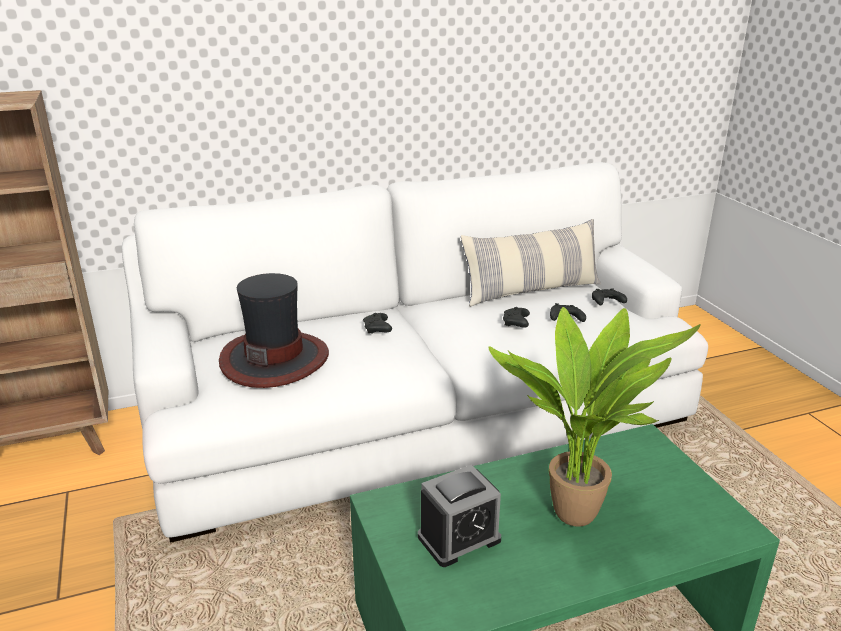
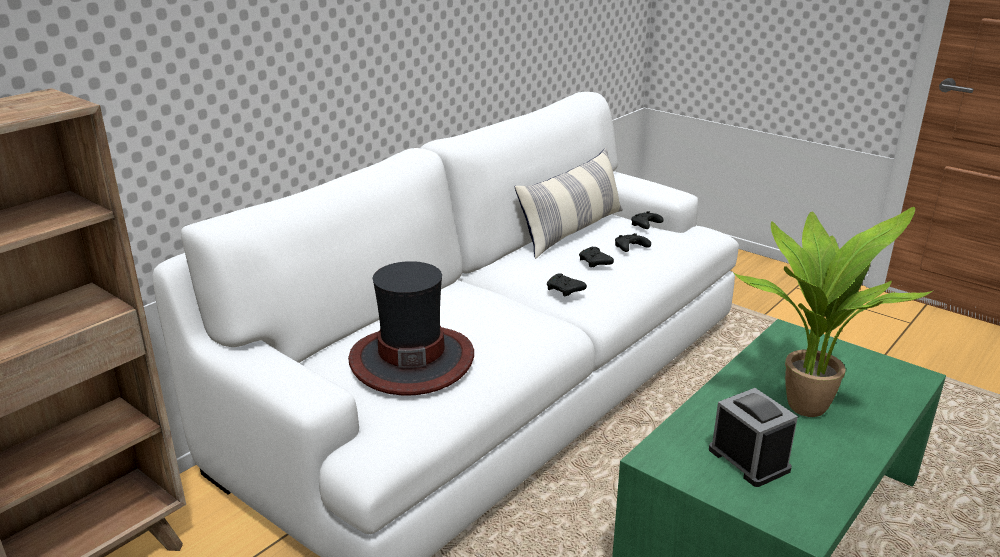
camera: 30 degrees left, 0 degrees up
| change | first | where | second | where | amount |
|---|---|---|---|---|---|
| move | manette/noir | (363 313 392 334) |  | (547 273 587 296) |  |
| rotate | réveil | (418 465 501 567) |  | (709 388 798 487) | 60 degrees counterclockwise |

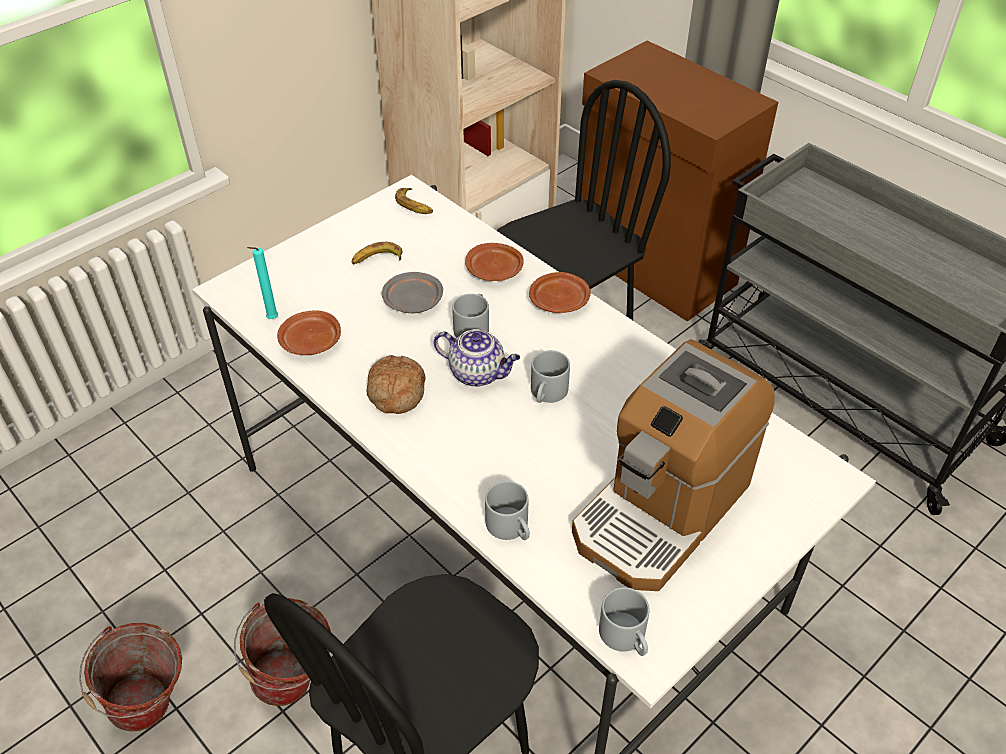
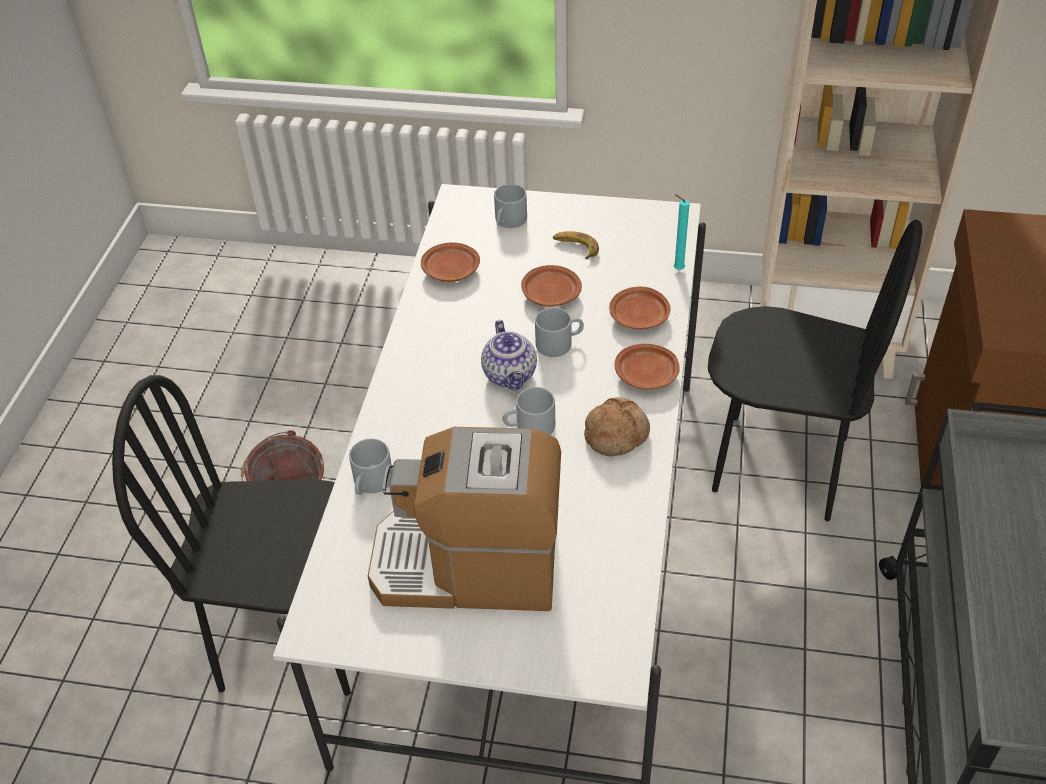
camera: 55 degrees right, 0 degrees up
| change | first | where | second | where | amount |
|---|---|---|---|---|---|
| move | mug/gris | (599 587 650 656) |  | (494 184 527 228) |  |
| recolor | assiette/gris | (382 272 443 313) | assiette/marron | (521 265 582 306) |  |
| move | pain | (367 355 425 414) |  | (584 397 650 456) |  |
| move | bougie/turquoise | (247 247 278 319) |  | (674 194 689 270) |  |
| delete | seau | (79 623 182 731) |  |  |  |
| delete | banane | (395 188 433 214) |  |  |  |

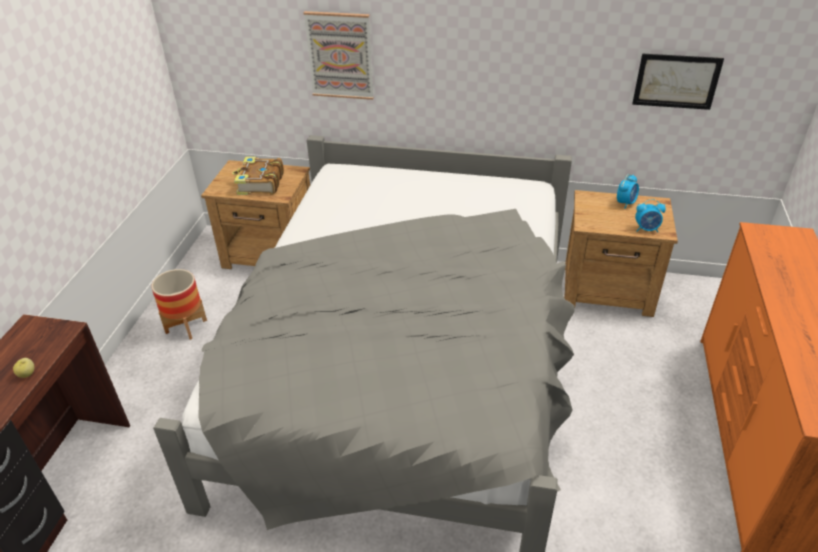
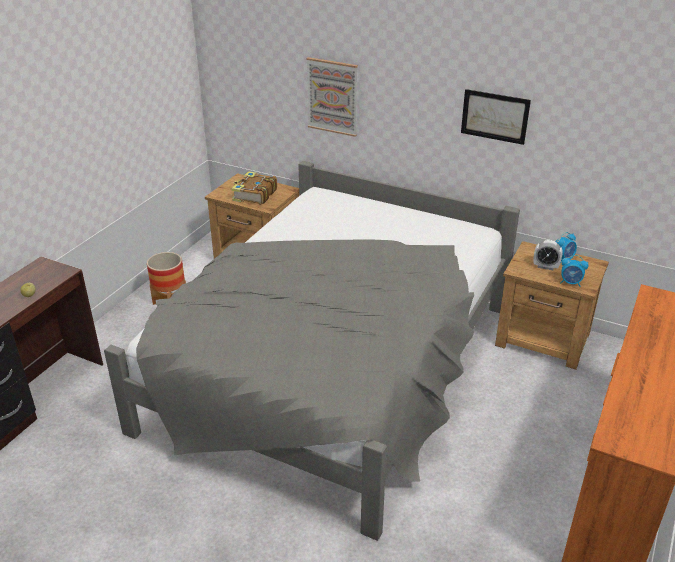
camera: 15 degrees right, 5 degrees down
| change | first | where | second | where | amount |
|---|---|---|---|---|---|
| move | tableau | (632 54 724 110) |  | (461 89 531 145) |  |
| insert |  |  | réveil | (534 240 563 270) |  |

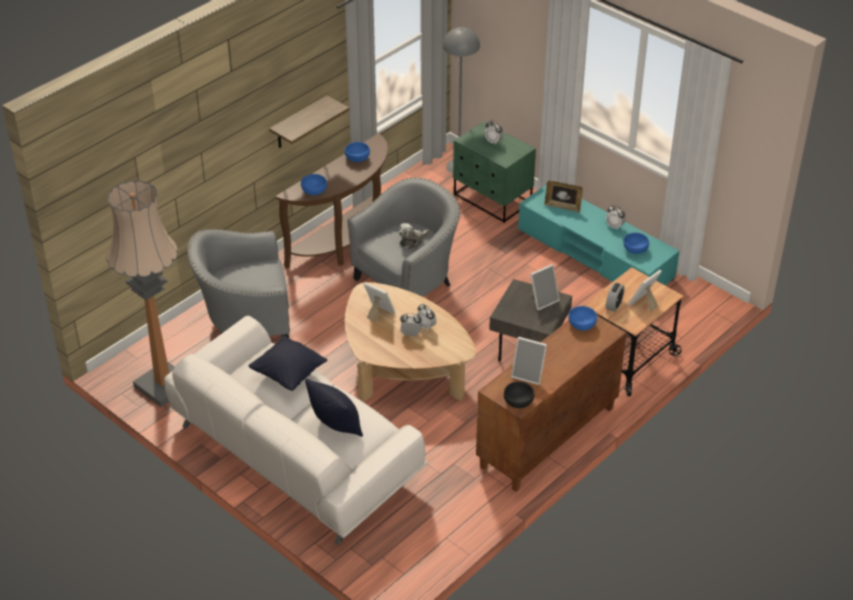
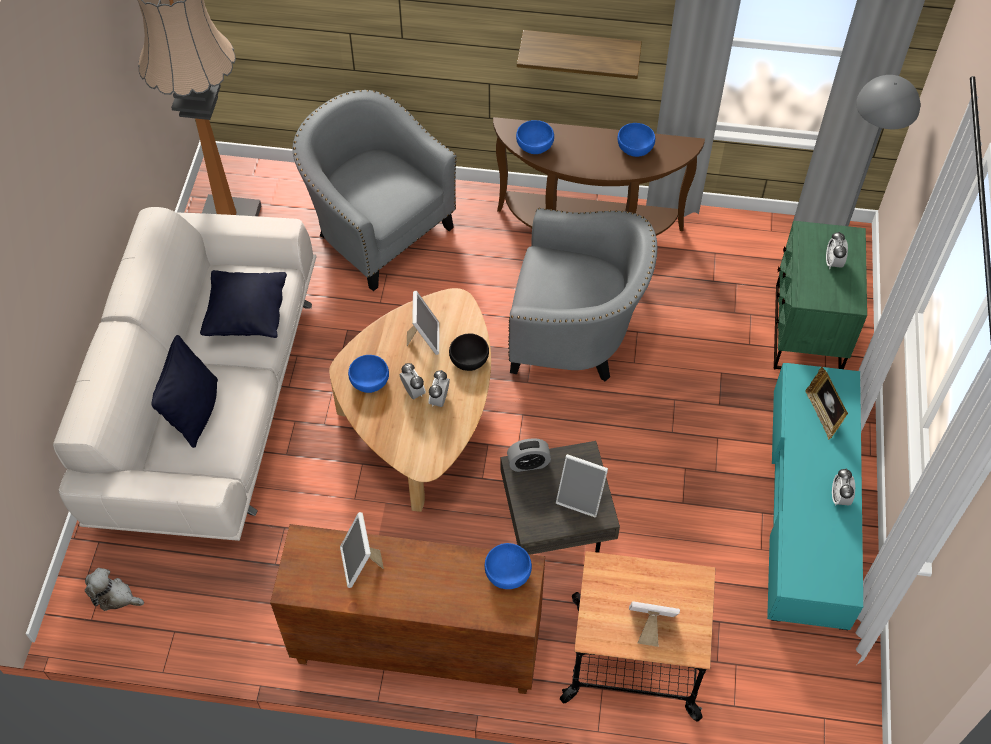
camera: 55 degrees right, 15 degrees up
| change | first | where | second | where | amount |
|---|---|---|---|---|---|
| move | peluche | (399 223 430 249) |  | (85 568 144 611) |  |
| move | bol/bleu | (623 233 649 254) |  | (348 355 389 393) |  |
| move | bol/noir | (504 382 534 408) |  | (449 333 489 371) |  |
| move | réveil | (606 283 625 312) |  | (507 438 551 472) |  |

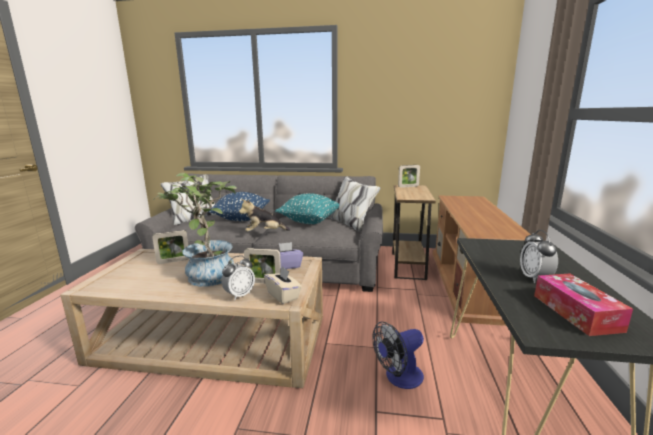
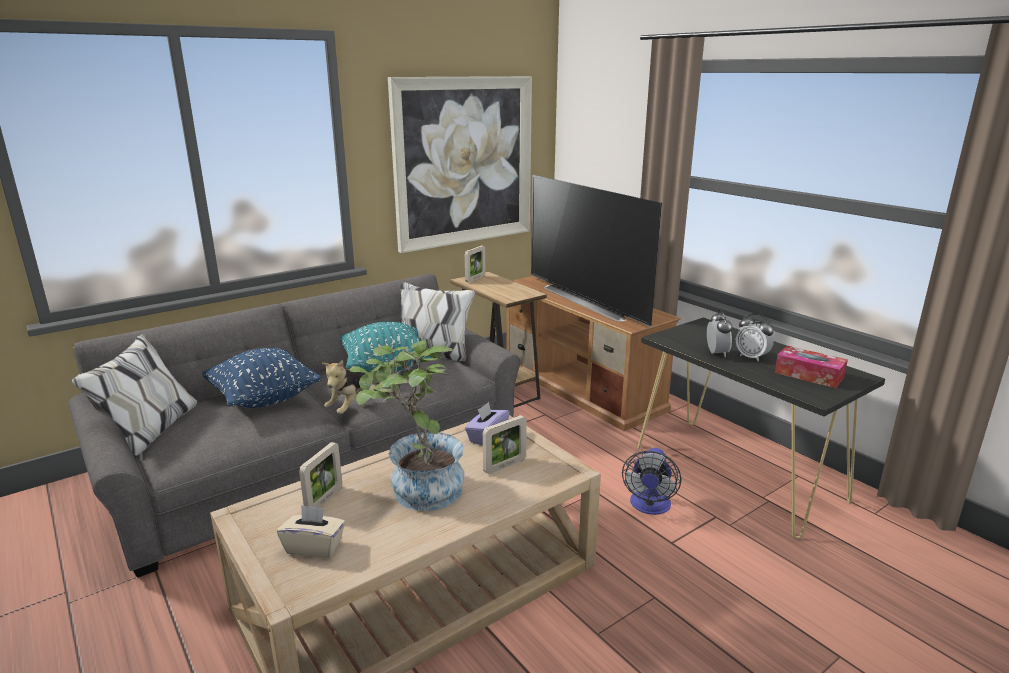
camera: 45 degrees left, 5 degrees up
| change | first | where | second | where | amount |
|---|---|---|---|---|---|
| move | boîte à mouchoirs/beige | (264 266 302 304) |  | (277 505 345 558) |  |
| insert |  |  | tableau | (388 76 532 253) |  |
| insert |  |  | téléviseur | (531 175 662 327) |  |
| move | réveil | (221 255 255 300) |  | (707 310 732 357) |  |

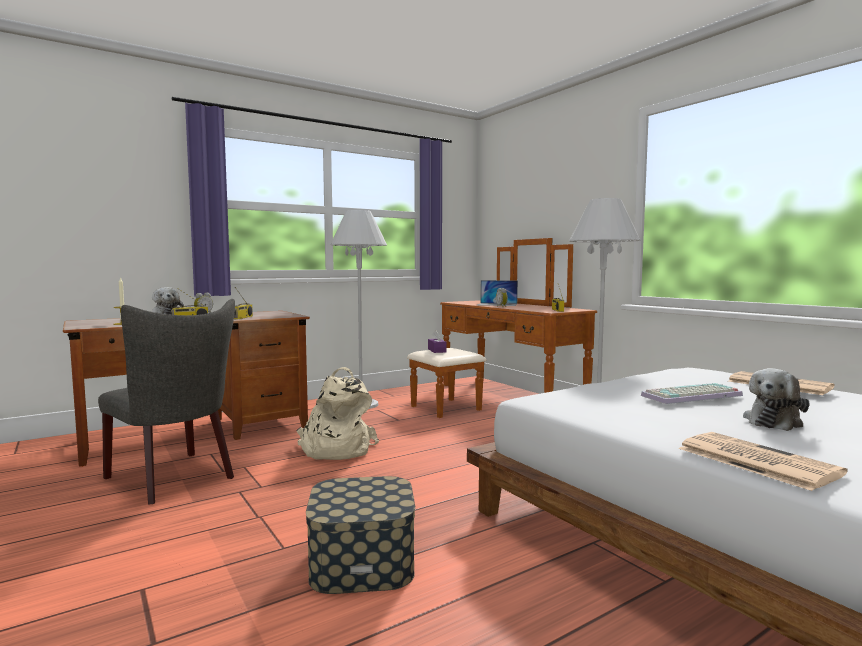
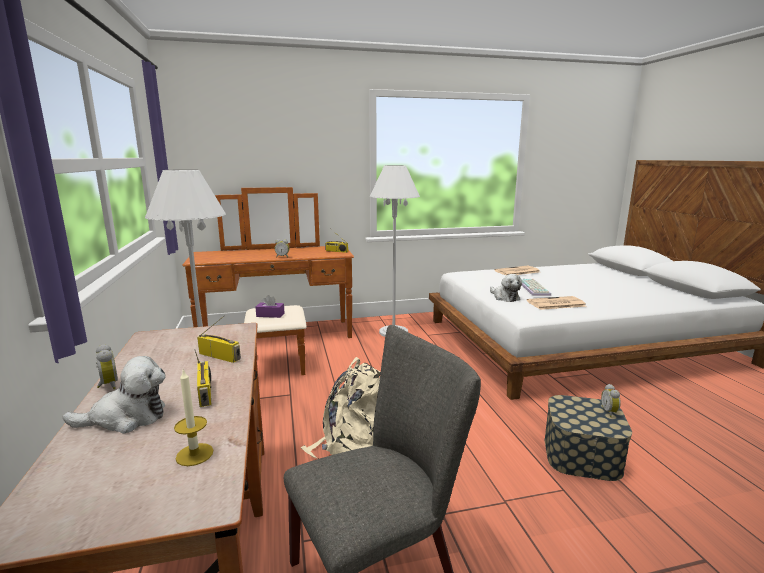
camera: 70 degrees left, 10 degrees up
| change | first | where | second | where | amount |
|---|---|---|---|---|---|
| move | peluche | (743 368 810 431) |  | (490 274 522 302) |  |
| move | journal | (678 432 847 491) |  | (527 296 586 310) |  |
| insert |  |  | réveil | (601 384 621 417) |  |
| delete | ordinateur portable | (477 280 518 306) |  |  |  |

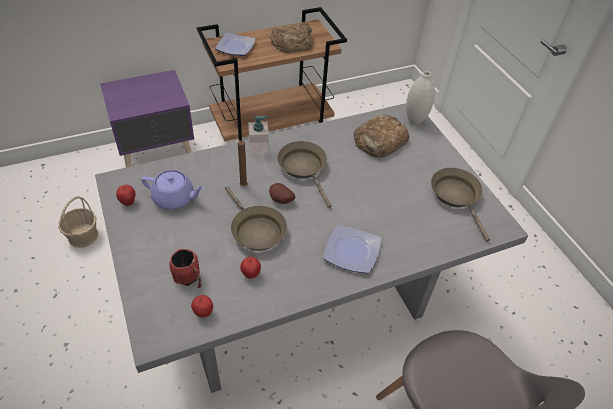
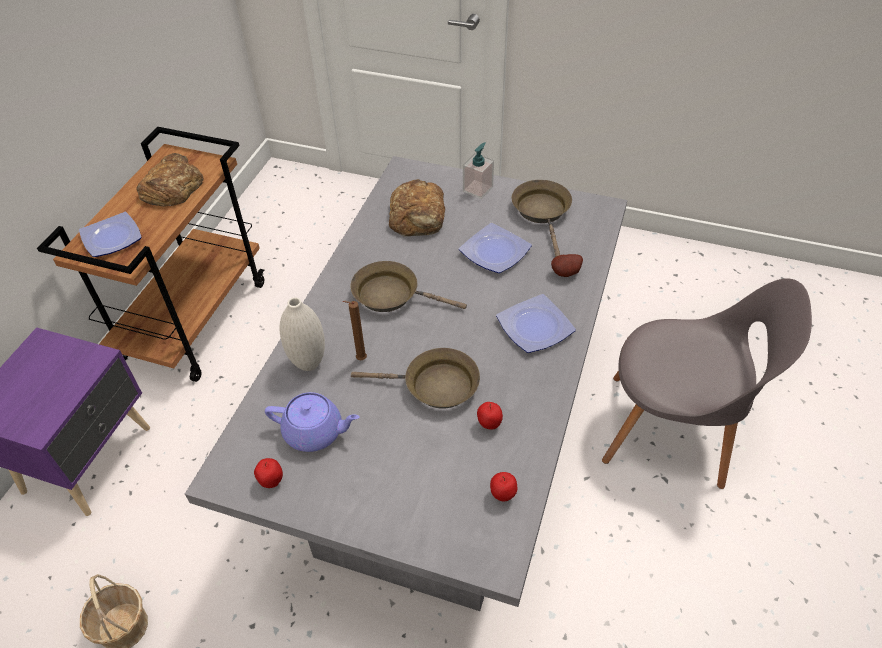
camera: 45 degrees left, 0 degrees up
| change | first | where | second | where | amount |
|---|---|---|---|---|---|
| rotate | théière/violet | (141 170 205 210) |  | (265 392 360 452) | 45 degrees clockwise |
| move | vase/blanc | (406 71 435 125) |  | (280 297 325 371) |  |
| insert |  |  | assiette | (459 223 532 273) |  |
| move | distributeur de savon | (248 116 269 156) |  | (463 142 494 199) |  |
| rotate | poêle/marron | (431 168 490 241) |  | (512 180 572 257) | 60 degrees clockwise |
| move | pomme de terre | (269 183 295 204) |  | (551 254 583 277) |  |
| delete | mug/rouge | (169 249 202 288) |  |  |  |

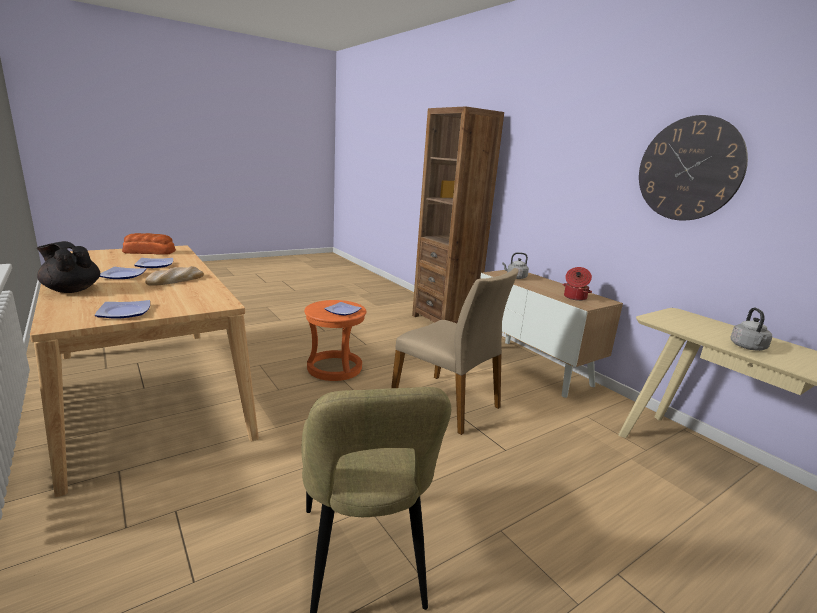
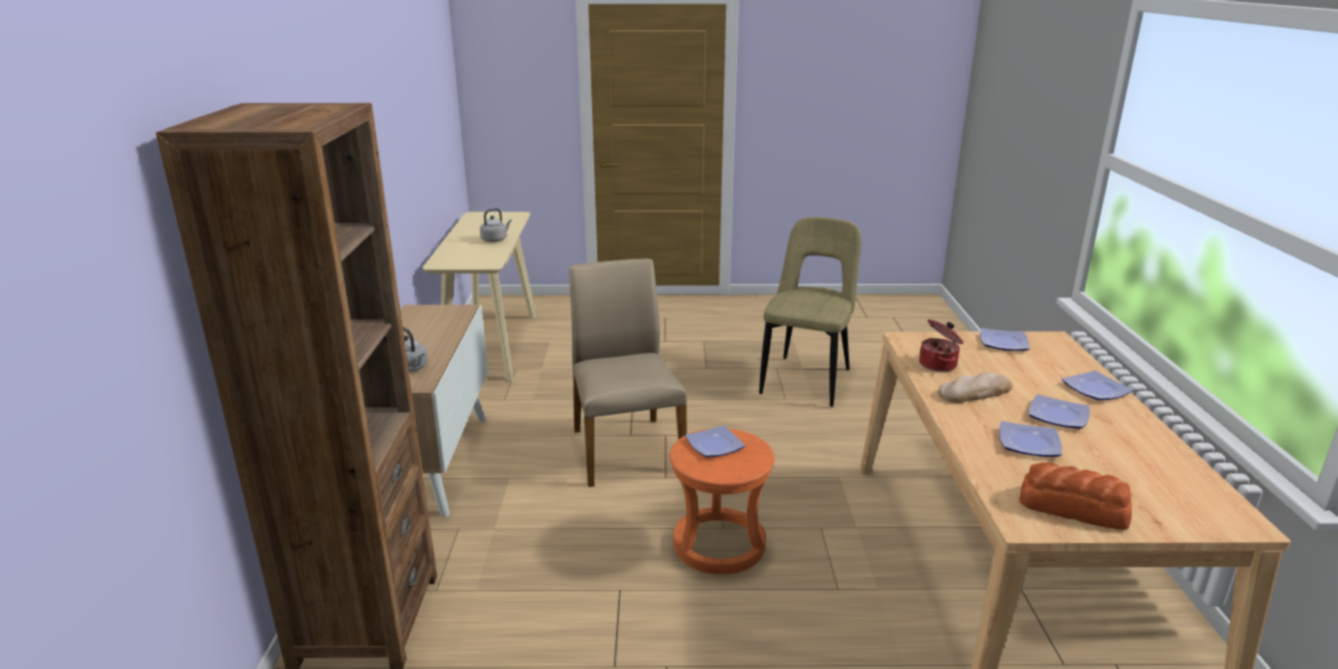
camera: 145 degrees left, 5 degrees up
| change | first | where | second | where | amount |
|---|---|---|---|---|---|
| move | marmite | (562 267 592 301) |  | (919 319 963 372) |  |
| replace | théière/noir | (37 241 100 293) | assiette | (1062 371 1134 400) |  |
| delete | horloge murale | (639 115 748 221) |  |  |  |

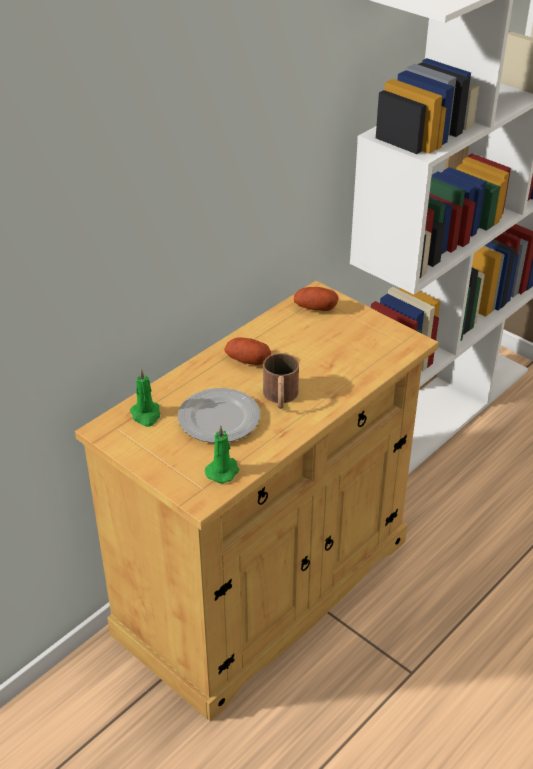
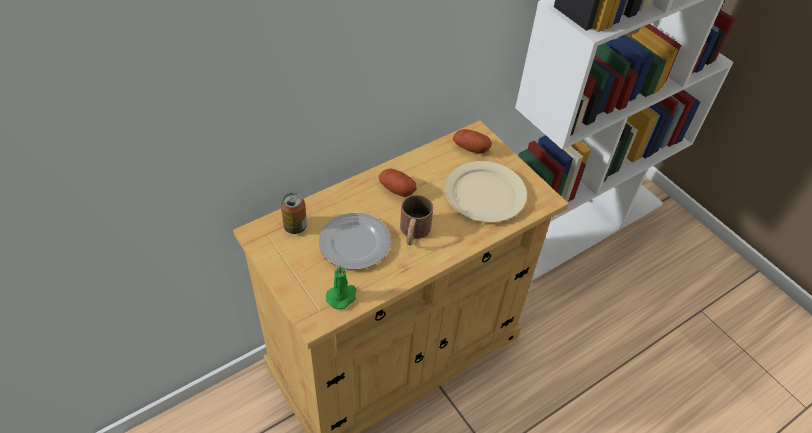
camera: 10 degrees right, 10 degrees up
| change | first | where | second | where | amount |
|---|---|---|---|---|---|
| replace | bougie/vert | (130 369 160 427) | boîte métallique | (281 193 307 234) |  |
| insert |  |  | assiette/beige | (445 161 527 222) |  |

